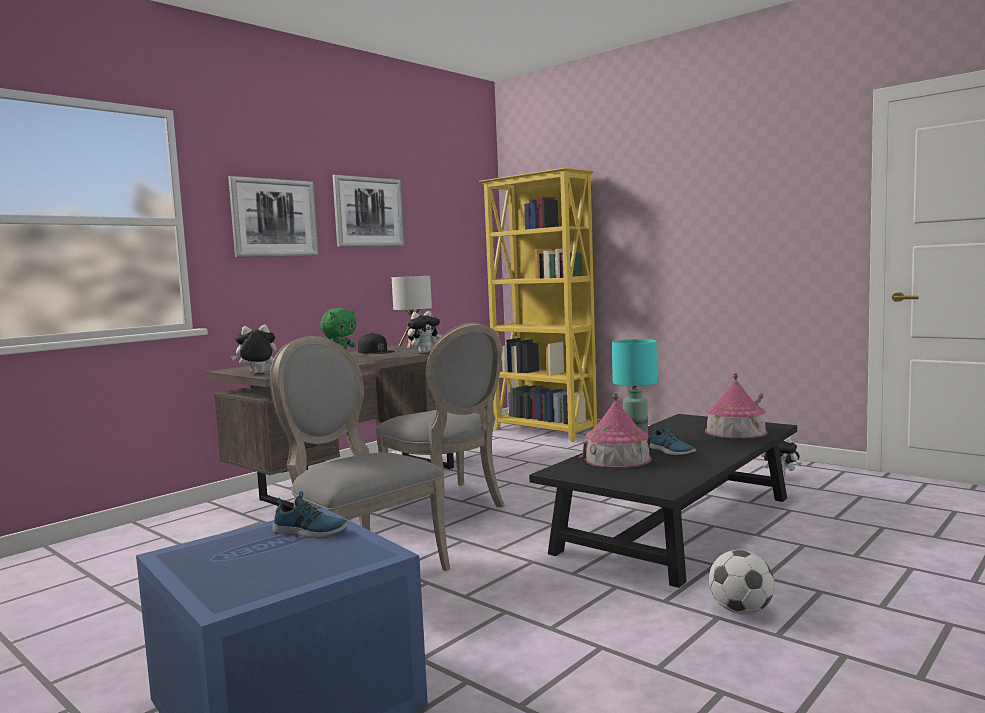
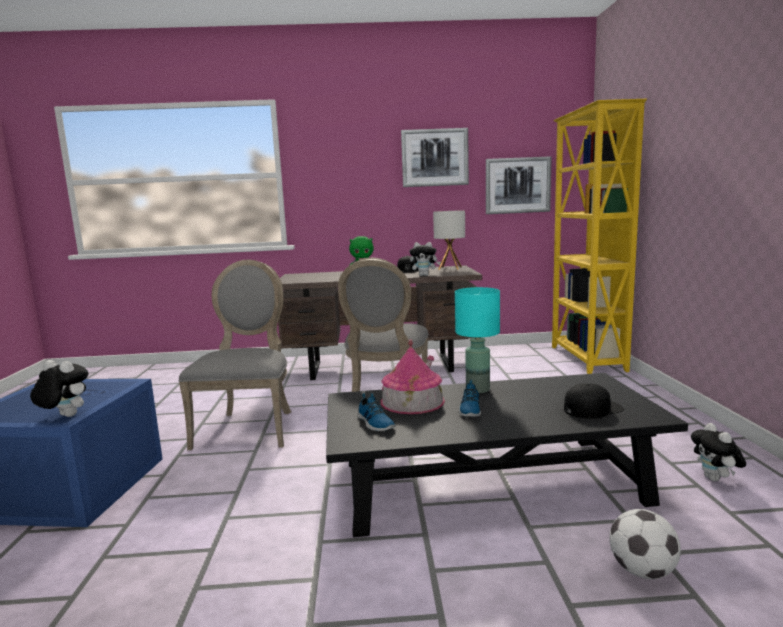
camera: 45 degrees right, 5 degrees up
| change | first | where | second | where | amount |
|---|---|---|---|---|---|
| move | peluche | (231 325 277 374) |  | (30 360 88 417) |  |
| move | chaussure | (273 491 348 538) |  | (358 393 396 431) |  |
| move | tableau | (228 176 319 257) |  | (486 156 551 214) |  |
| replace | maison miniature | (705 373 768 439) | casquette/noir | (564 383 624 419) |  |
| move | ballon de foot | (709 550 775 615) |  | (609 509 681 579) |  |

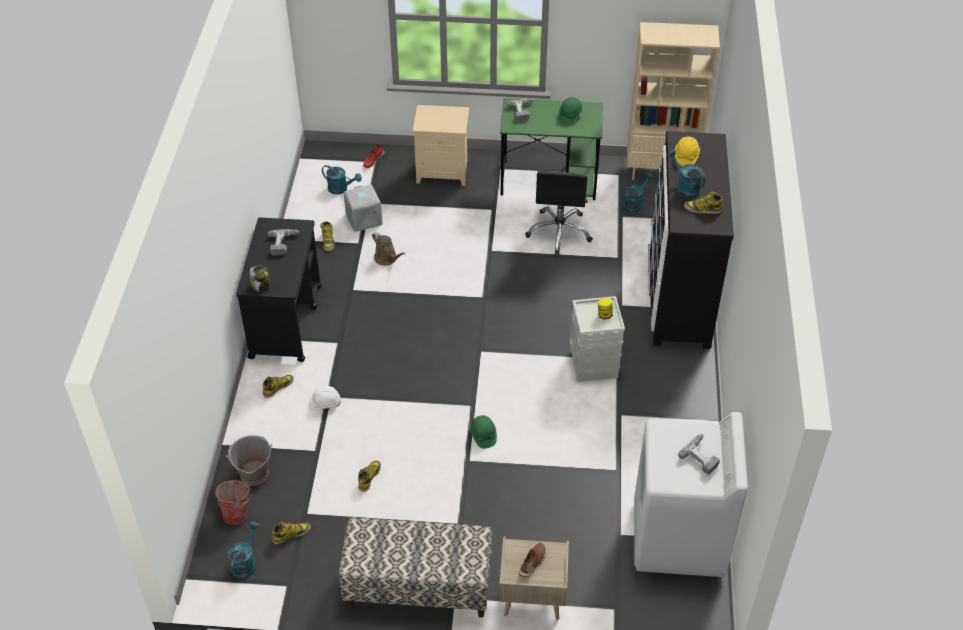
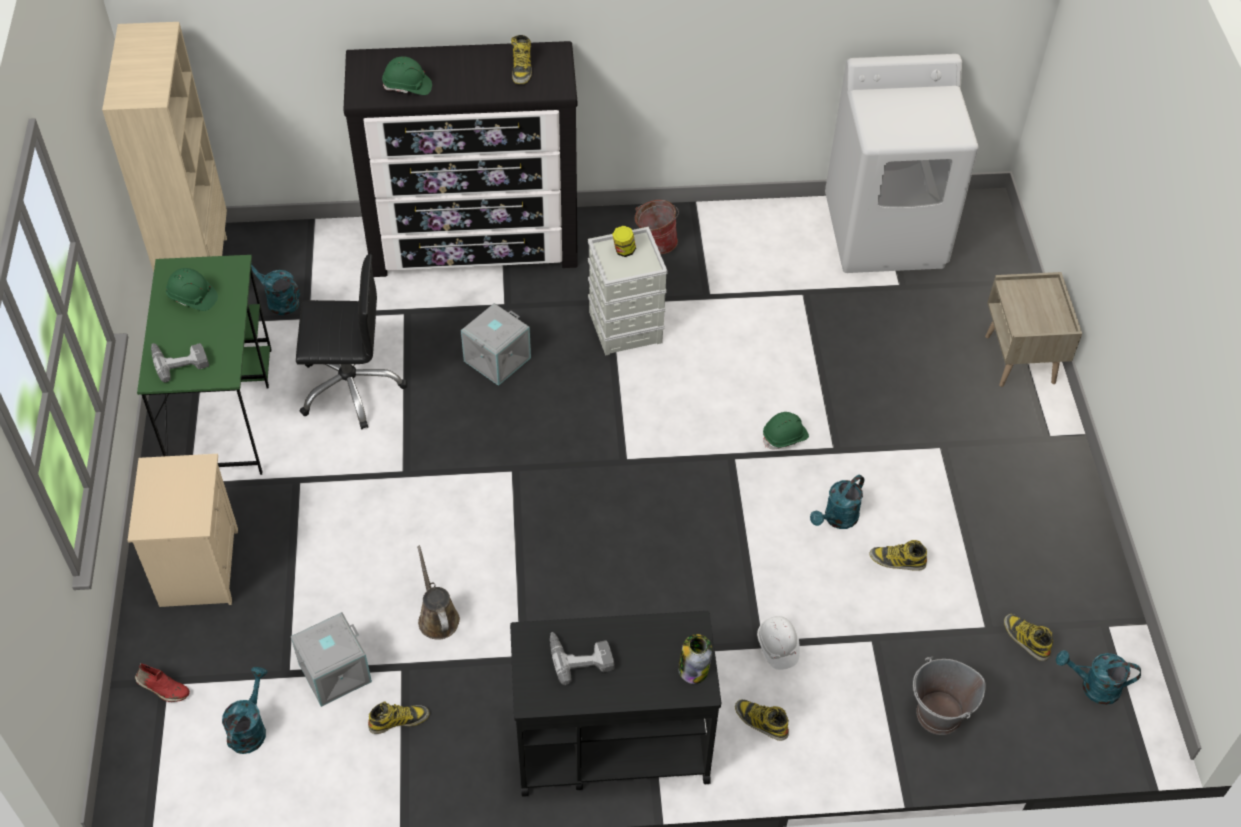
camera: 100 degrees left, 5 degrees up
| change | first | where | second | where | amount |
|---|---|---|---|---|---|
| recolor | casque de chantier/jaune | (675 136 700 167) | casque de chantier/vert | (382 56 432 95) |  |
| rotate | arrosoir/marron | (372 232 406 266) |  | (417 545 460 640) | 60 degrees counterclockwise |
| insert |  |  | boîte de rangement/gris | (461 303 531 386) |  |
| move | seau | (215 480 252 524) |  | (635 200 679 254) |  |
| move | arrosoir/turquoise | (667 150 706 198) |  | (810 474 864 529) |  |
| delete | banc | (339 517 492 618) |  |  |  |
| delete | chaussure/marron | (519 543 546 577) |  |  |  |
| delete | perceuse | (678 434 720 475) |  |  |  |

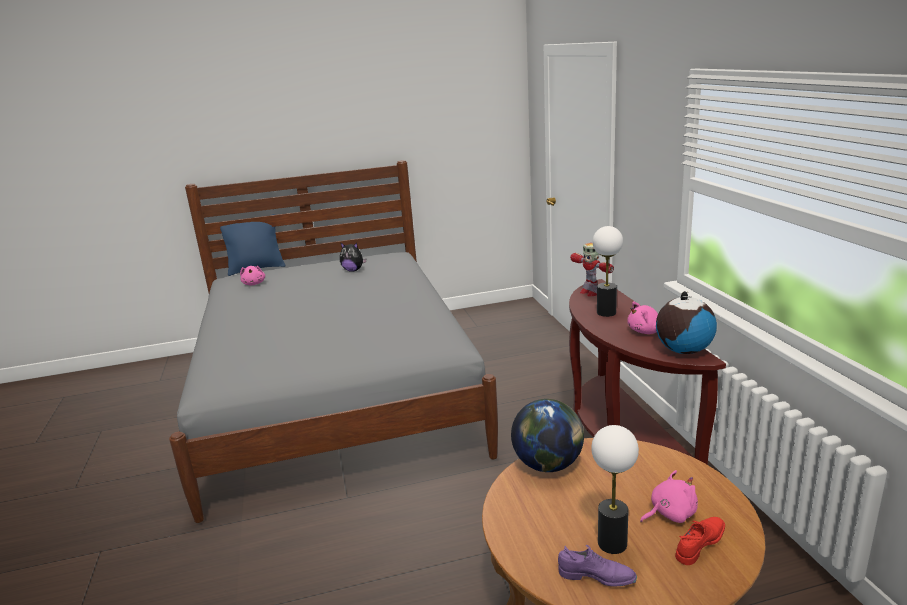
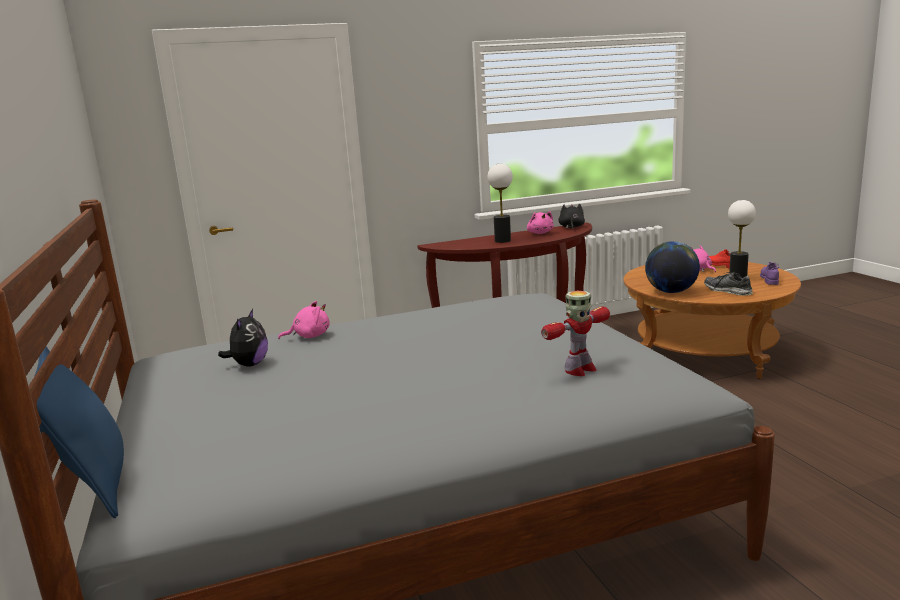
camera: 95 degrees left, 5 degrees down
| change | first | where | second | where | amount |
|---|---|---|---|---|---|
| move | peluche/rose | (240 266 265 285) |  | (278 301 330 339) |  |
| move | robot jouet | (570 243 614 296) |  | (541 291 610 376) |  |
| replace | globe | (656 291 717 354) | peluche/noir | (558 204 585 229) |  |
| insert |  |  | chaussure | (704 272 753 295) |  |

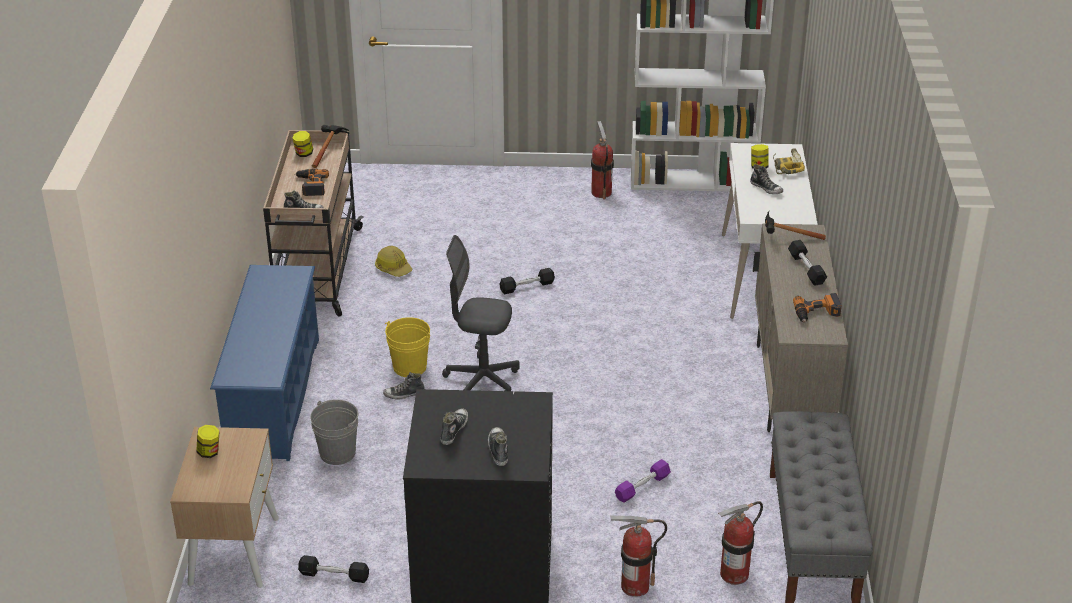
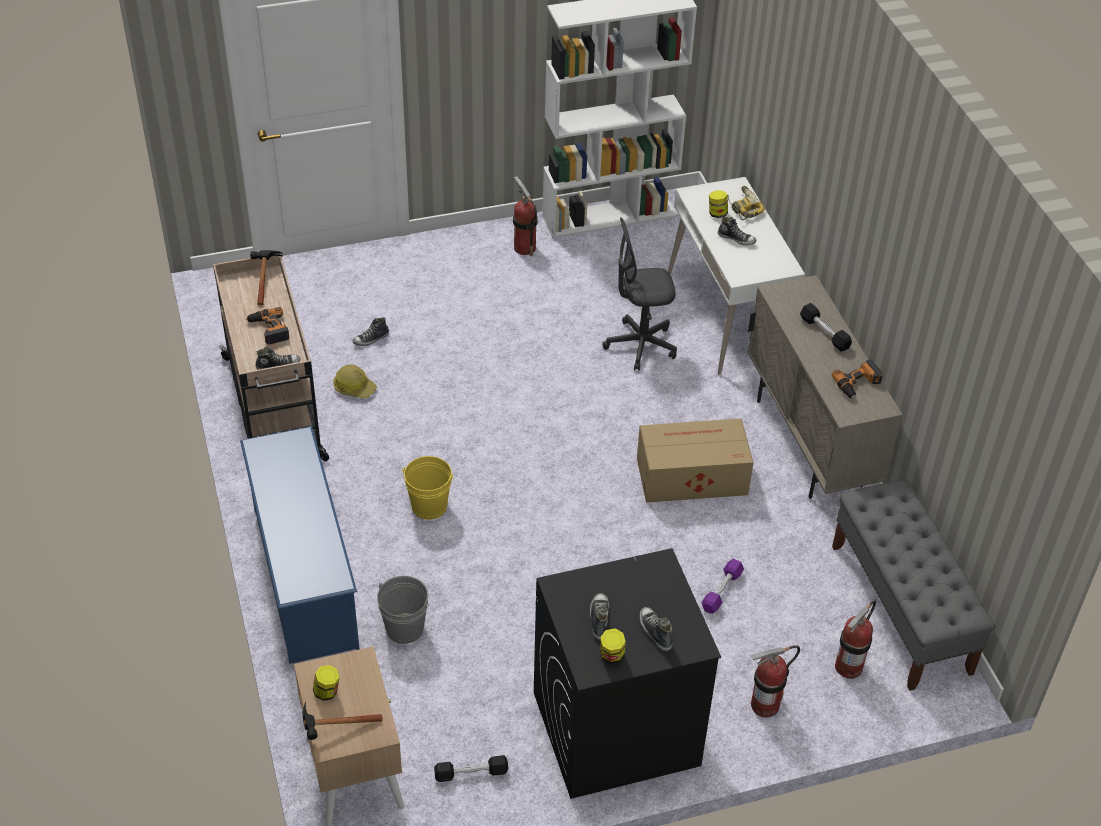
camera: 20 degrees left, 10 degrees up
| change | first | where | second | where | amount |
|---|---|---|---|---|---|
| move | marteau | (765 211 826 240) |  | (303 701 383 740) |  |
| move | chaussure | (383 372 425 400) |  | (353 317 389 346) |  |
| move | bocal | (292 131 313 157) |  | (600 628 626 664) |  |
| move | chaise de bureau/gris | (442 235 520 391) |  | (602 218 677 371) |  |
| insert |  |  | carton | (637 418 754 503) |  |
| delete | haltère/noir | (499 268 555 294) |  |  |  |

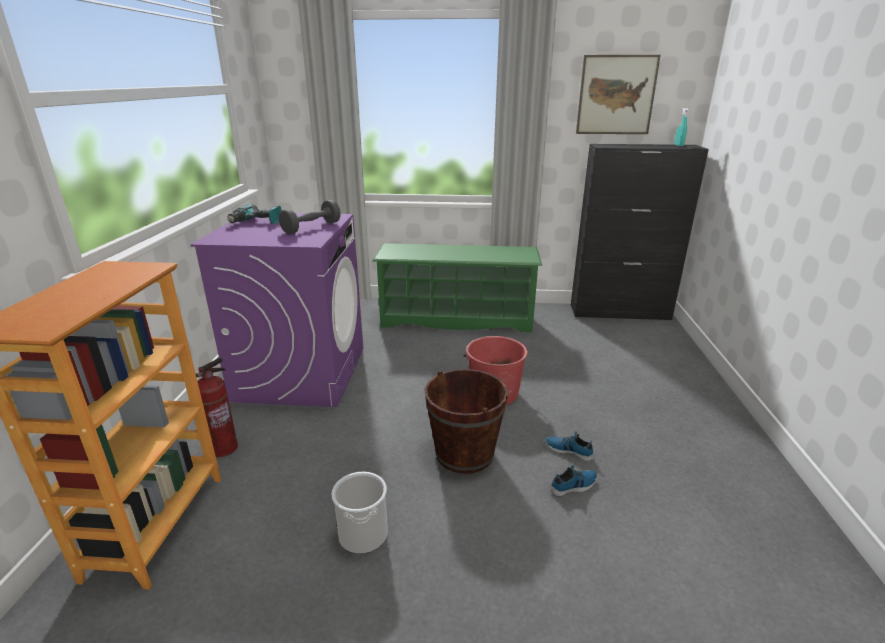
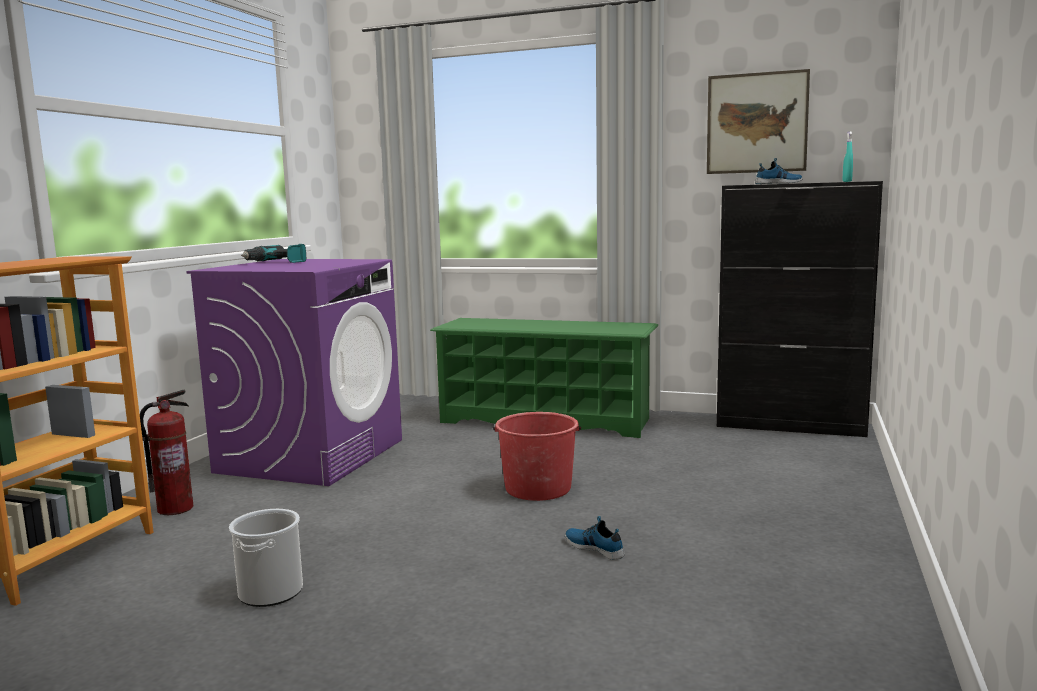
camera: 15 degrees right, 15 degrees down
| change | first | where | second | where | amount |
|---|---|---|---|---|---|
| move | chaussure | (550 465 597 496) |  | (755 158 802 184) |  |
| delete | haltère/gris | (279 200 341 234) |  |  |  |
| delete | seau/marron | (424 369 508 474) |  |  |  |

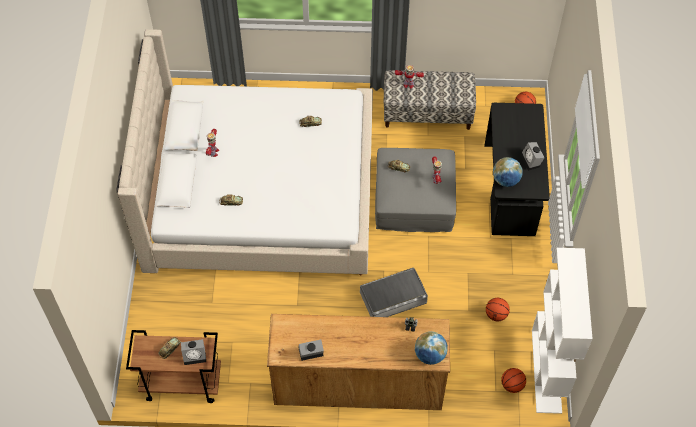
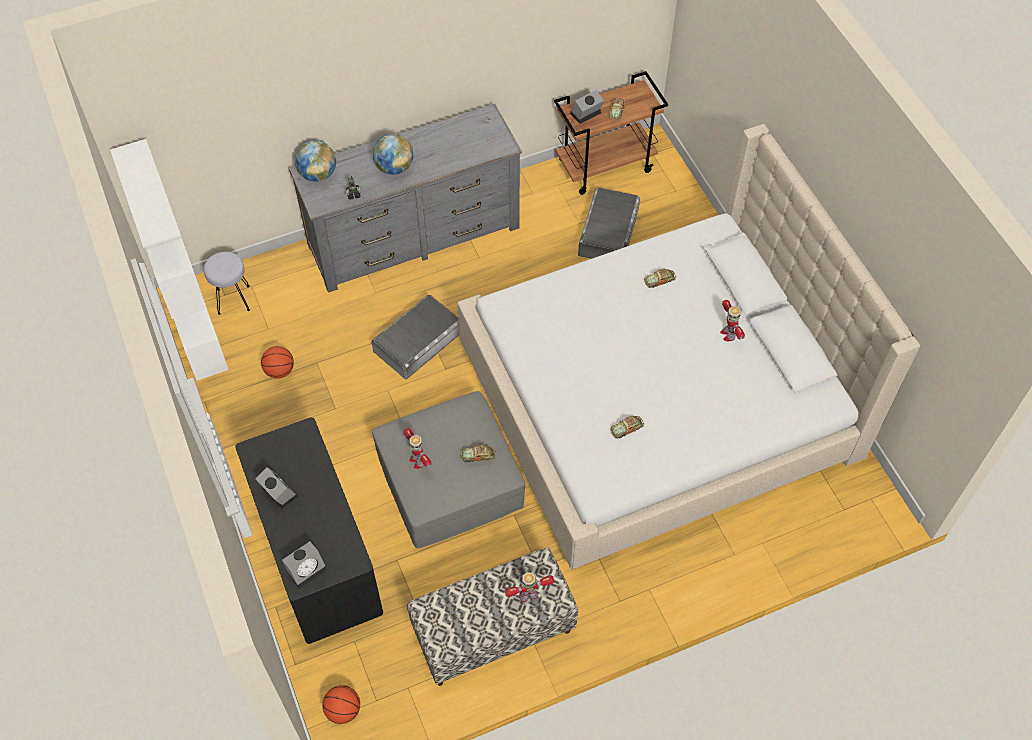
camera: 155 degrees right, 0 degrees up
| change | first | where | second | where | amount |
|---|---|---|---|---|---|
| replace | ballon de basket | (501 368 526 393) | tabouret/gris | (204 252 250 315) |  |
| move | réveil | (298 340 324 361) |  | (282 541 327 589) |  |
| recolor | commode/marron | (267 314 450 410) | commode/gris | (289 103 522 293) |  |
| move | globe | (493 157 523 187) |  | (373 134 413 175) |  |
| insert |  |  | boîte de rangement/gris | (578 188 640 259) |  |

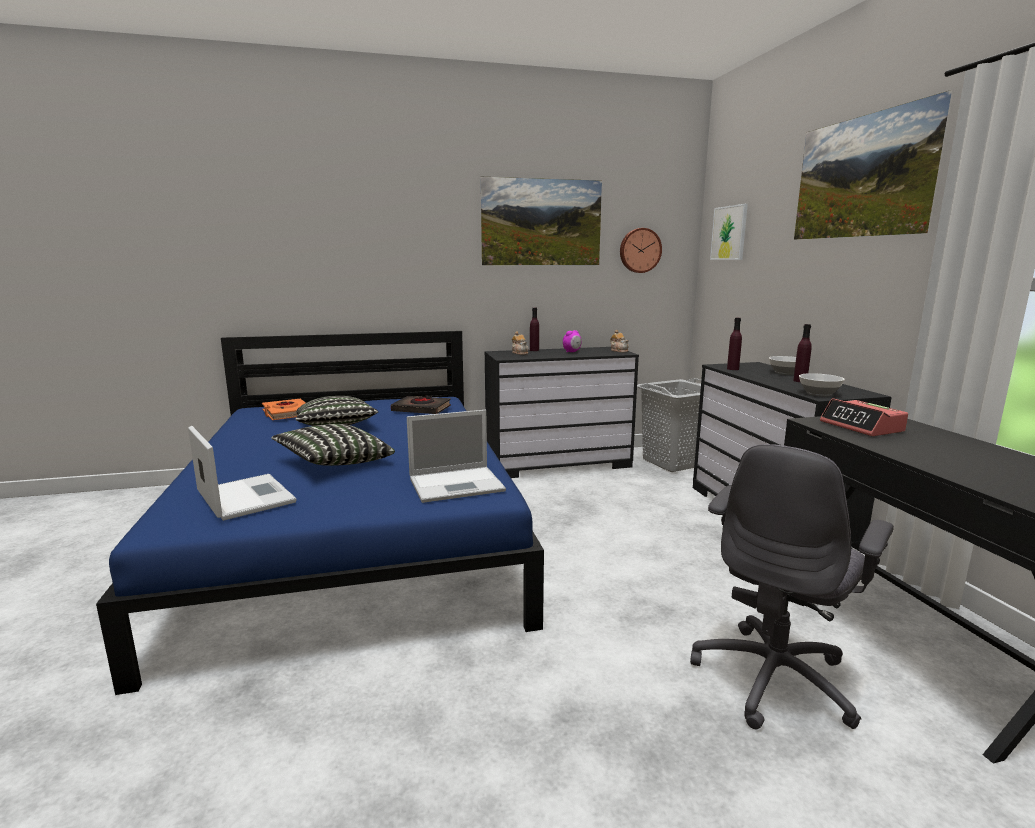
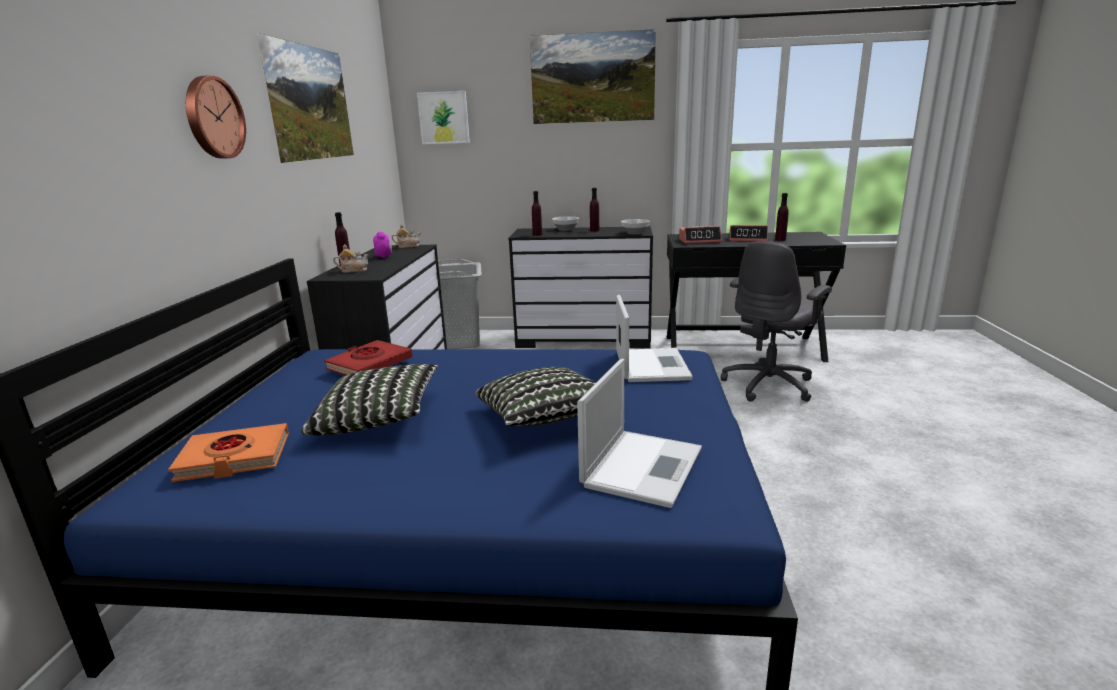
camera: 70 degrees left, 5 degrees up
| change | first | where | second | where | amount |
|---|---|---|---|---|---|
| move | horloge murale | (620 228 662 273) |  | (186 75 246 159) |  |
| recolor | livre/noir | (391 395 451 414) | livre/rouge | (324 340 413 375) |  |
| rotate | ordinateur portable | (188 426 296 521) |  | (577 359 702 508) | 135 degrees clockwise |
| rotate | chaise de bureau/gris | (690 444 894 729) |  | (720 241 832 402) | 75 degrees clockwise |
| insert |  |  | réveil | (729 225 768 241) |  |
| insert |  |  | bouteille/violet | (775 193 789 241) |  |

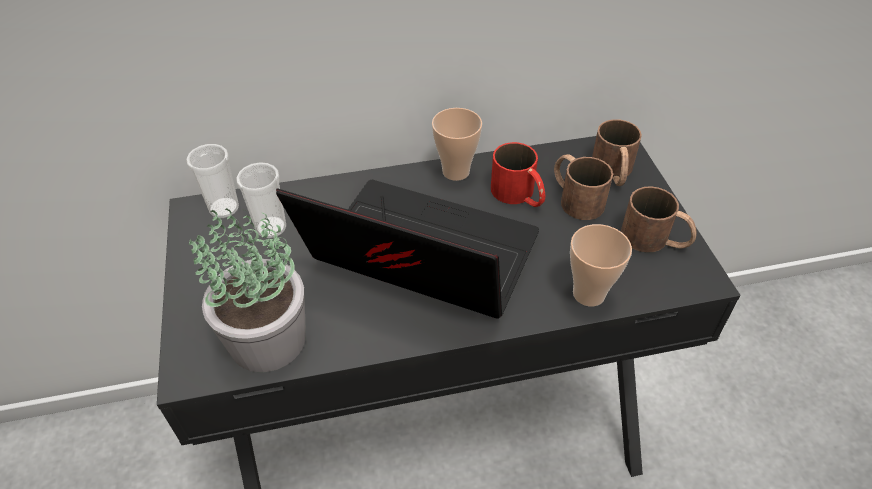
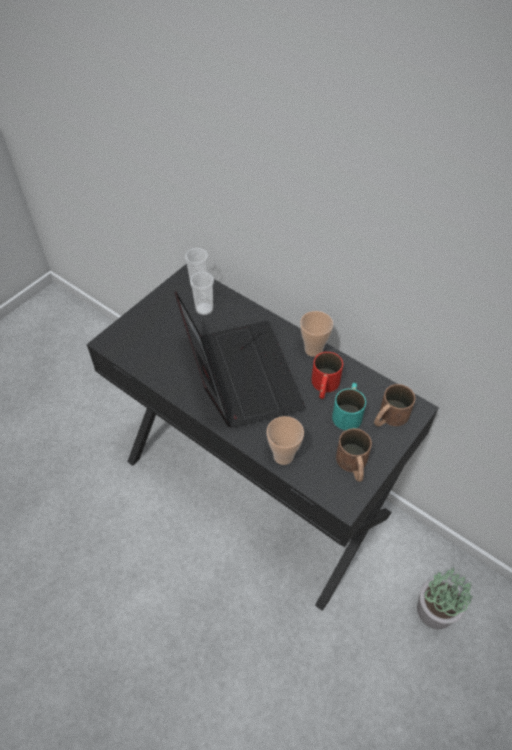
camera: 50 degrees right, 5 degrees up
| change | first | where | second | where | amount |
|---|---|---|---|---|---|
| recolor | mug/marron | (554 154 613 220) | mug/turquoise | (332 383 366 430) |  |
| move | plante en pot | (189 208 306 372) |  | (417 567 473 629) |  |

